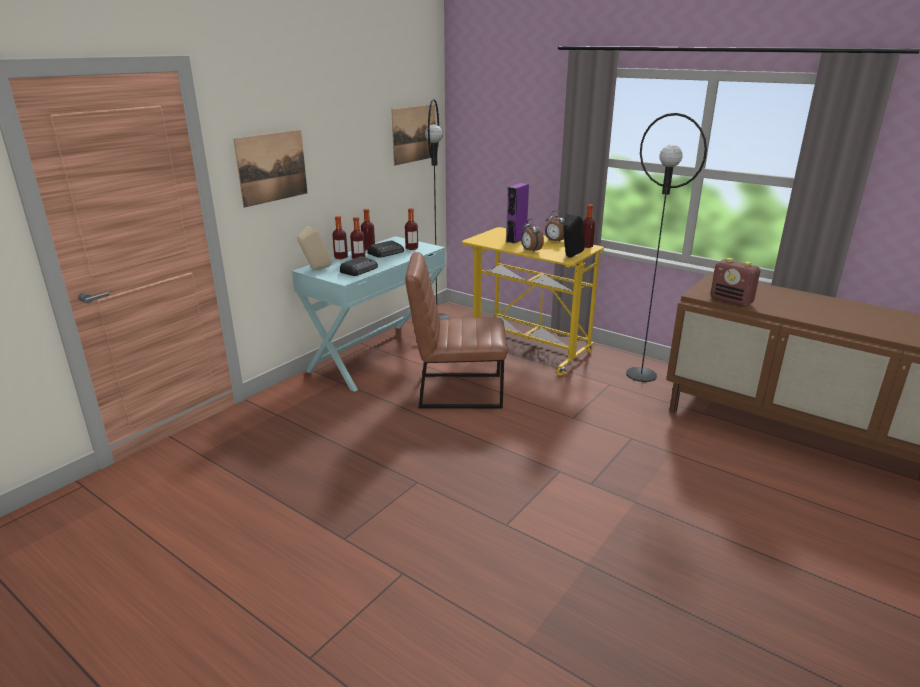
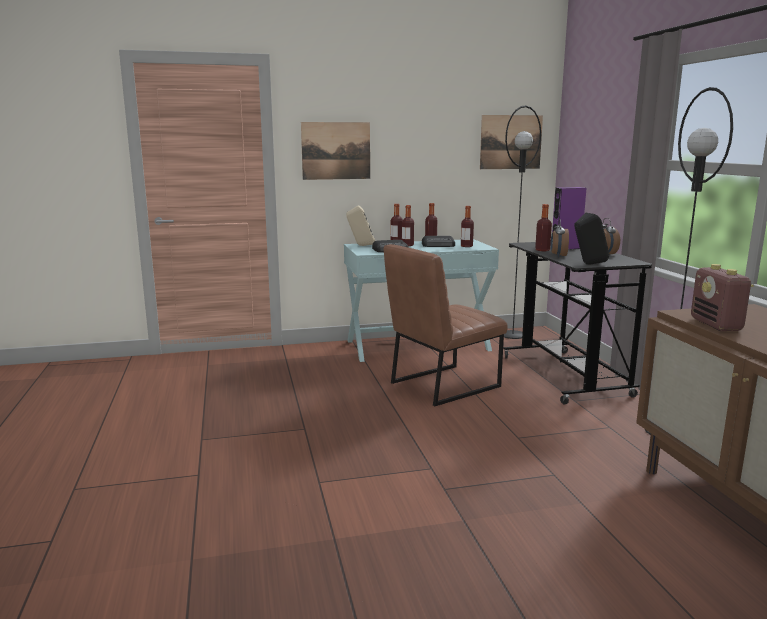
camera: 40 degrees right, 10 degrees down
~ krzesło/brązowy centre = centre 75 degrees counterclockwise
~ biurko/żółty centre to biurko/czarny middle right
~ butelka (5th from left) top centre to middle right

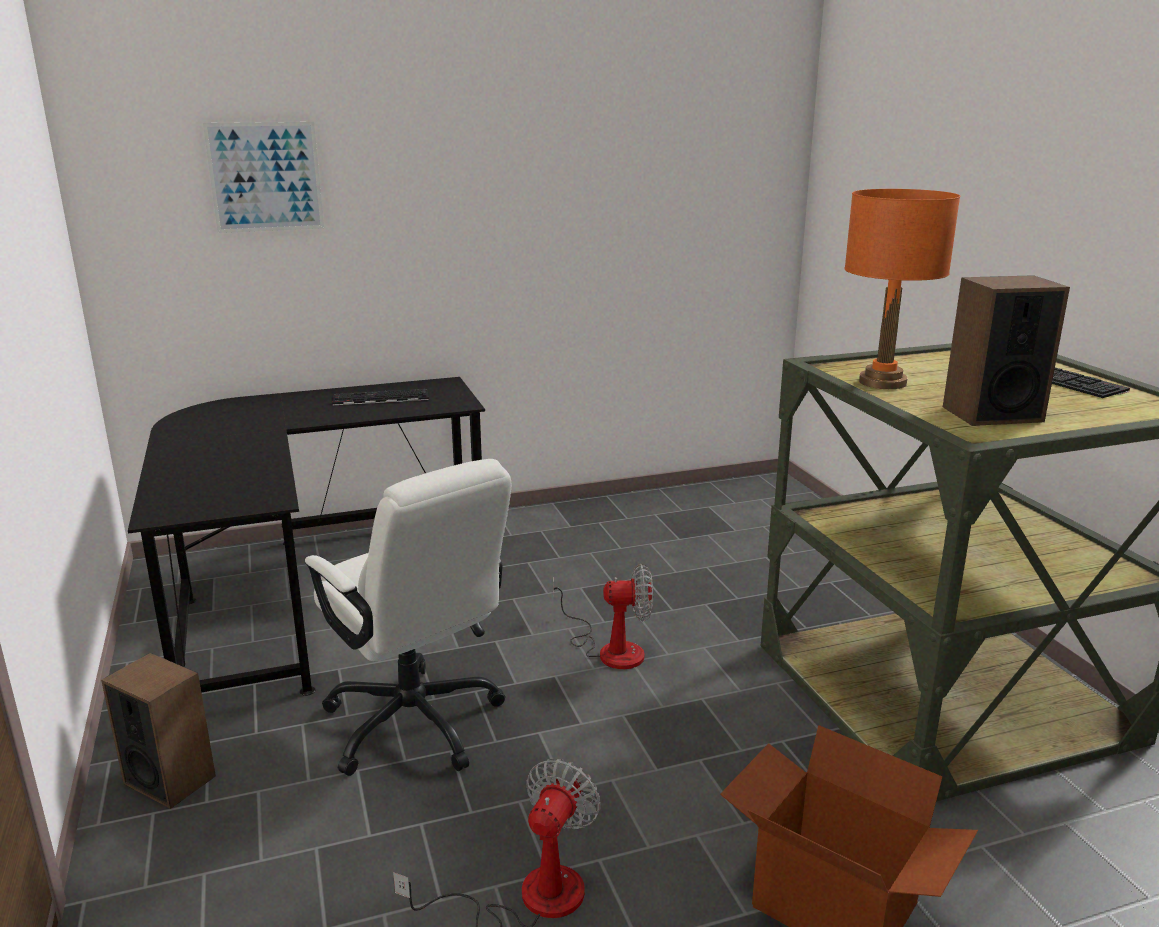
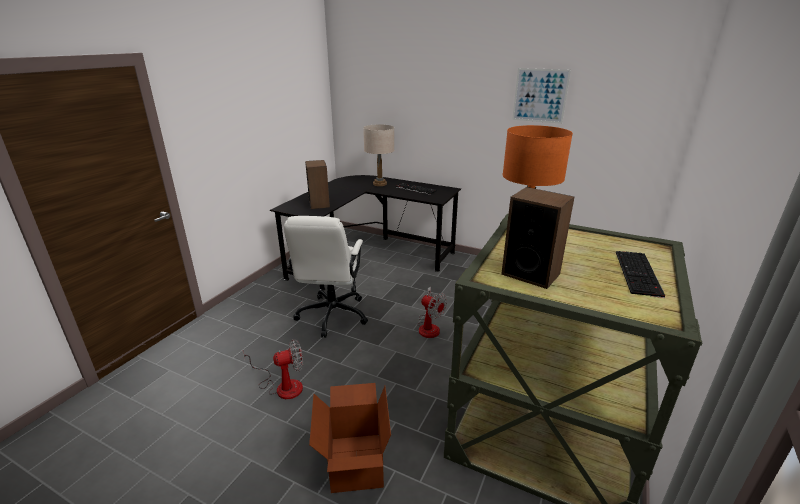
camera: 45 degrees right, 5 degrees up
~ głośnik (1st from left) bottom left to centre
+ lampa stołowa/beżowy top centre
~ obraz top left to top right

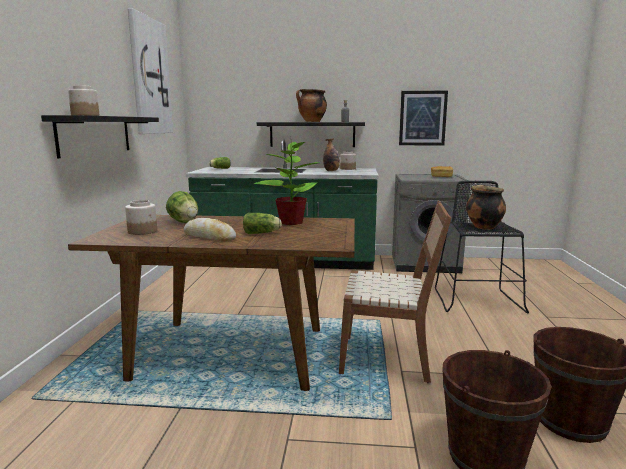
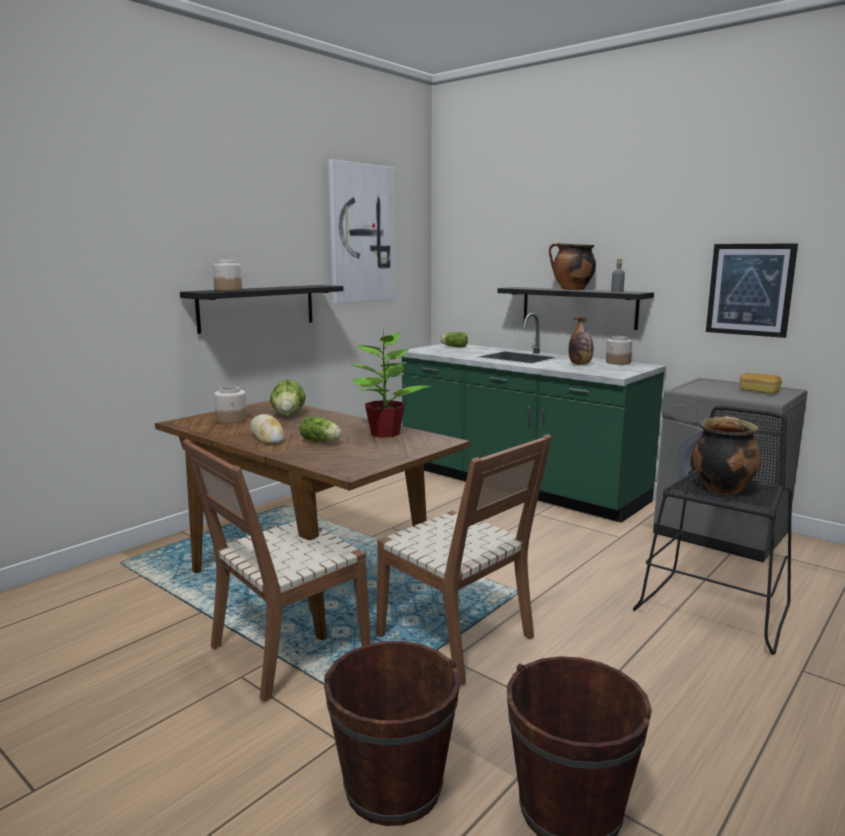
camera: 35 degrees right, 0 degrees up
+ krzesło (1st from left) bottom left

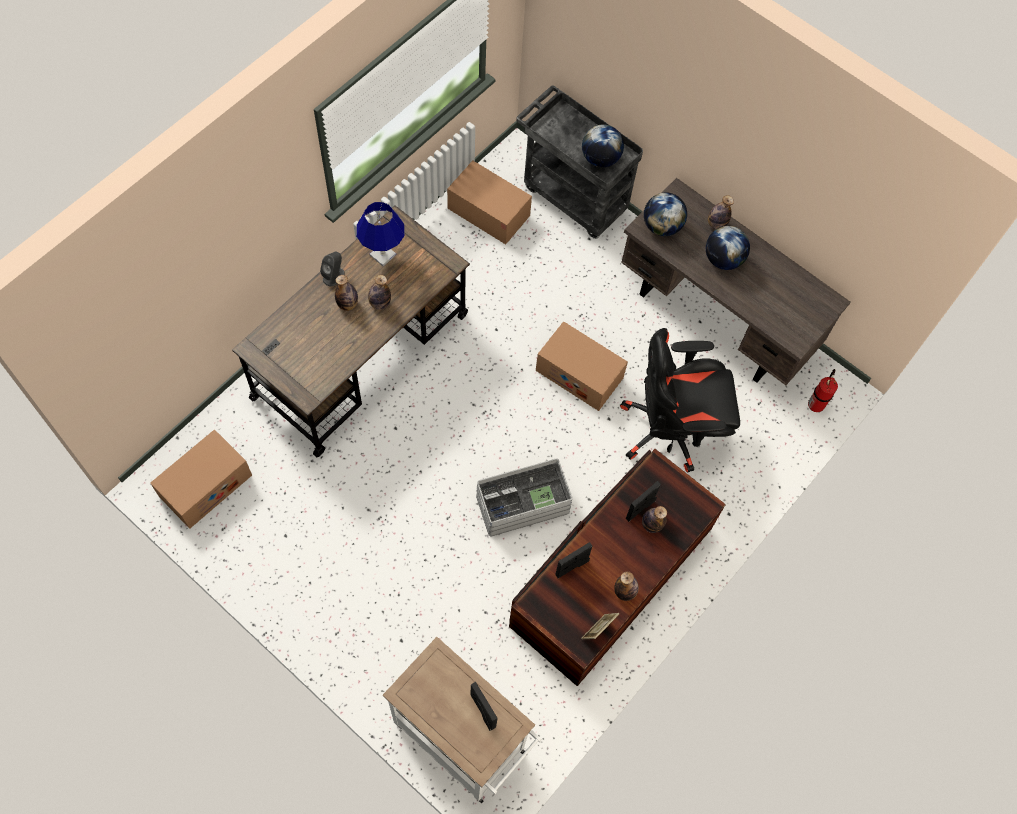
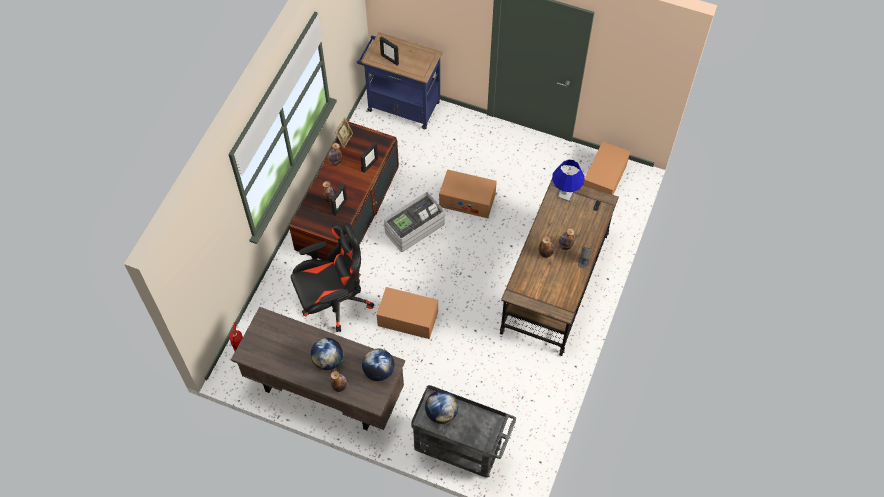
camera: 165 degrees right, 5 degrees down
~ wózek/biały bottom centre to wózek/niebieski top centre
~ karton (2nd from left) top centre to centre
~ lampa stołowa/niebieski top centre to centre

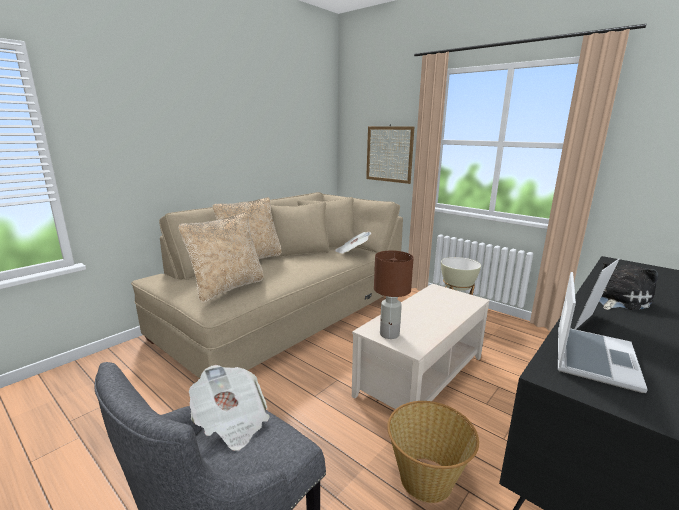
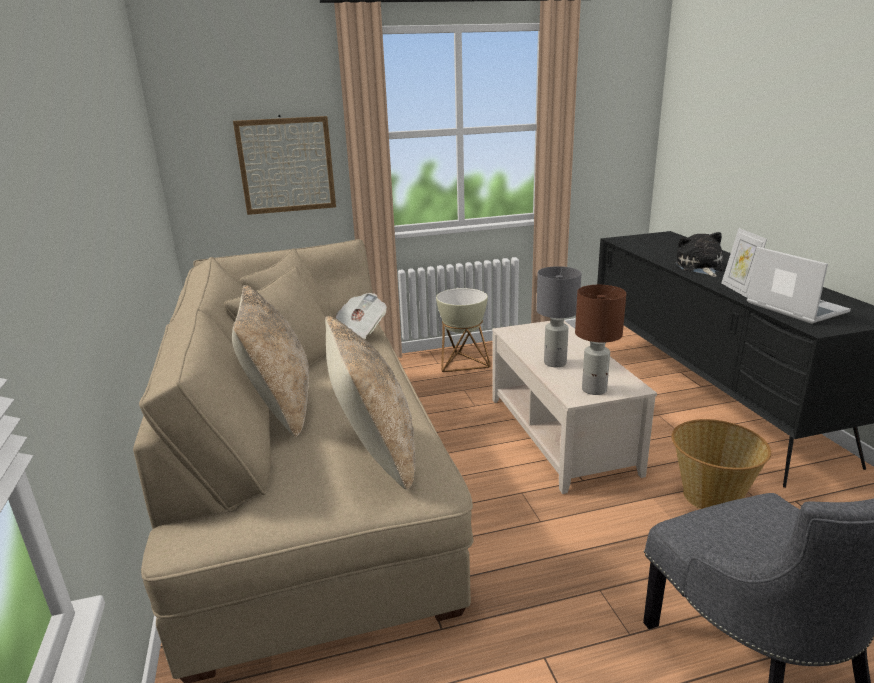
camera: 55 degrees left, 5 degrees up
+ lampa stołowa/szary centre
- gazeta (1st from left) bottom centre

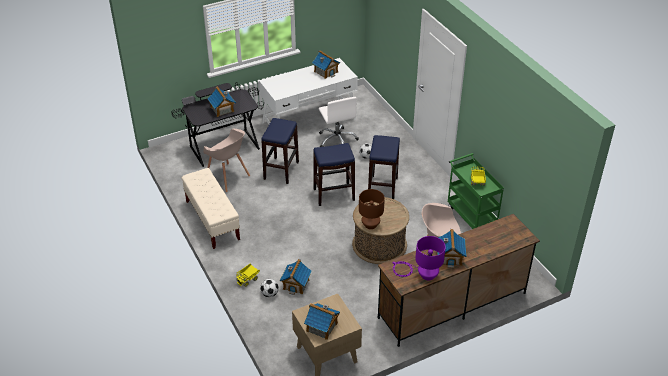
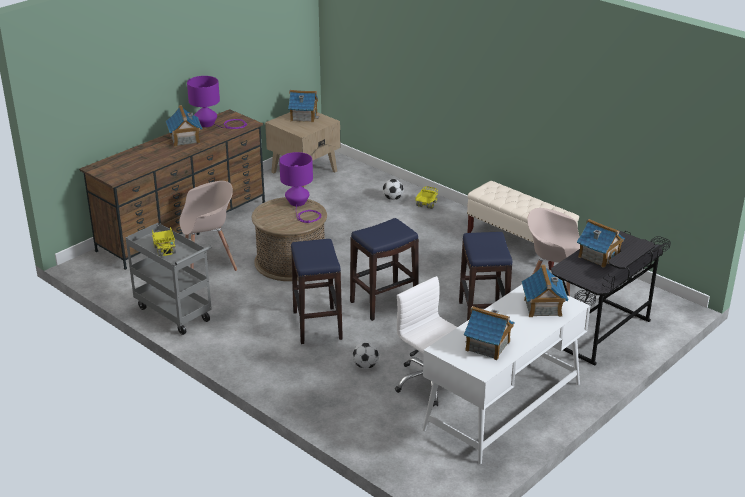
camera: 160 degrees right, 10 degrees down
~ wózek/zielony middle right to wózek/szary middle left
~ lampa stołowa/brązowy centre to lampa stołowa/fioletowy (2nd from left) centre
~ domek (2nd from left in the first image) bottom centre to domek (4th from left) middle right

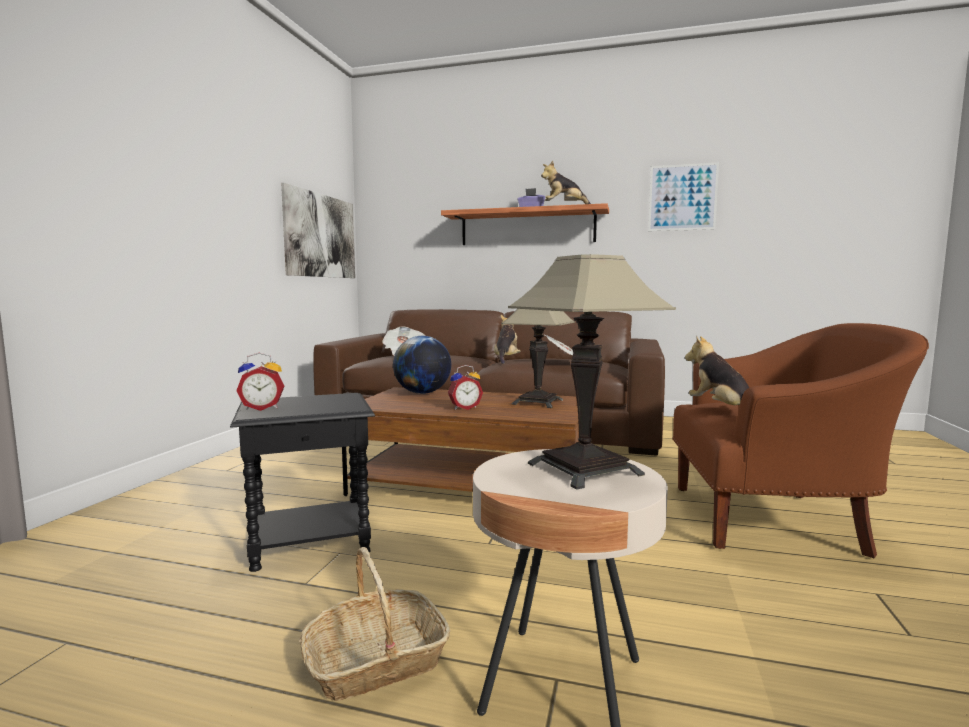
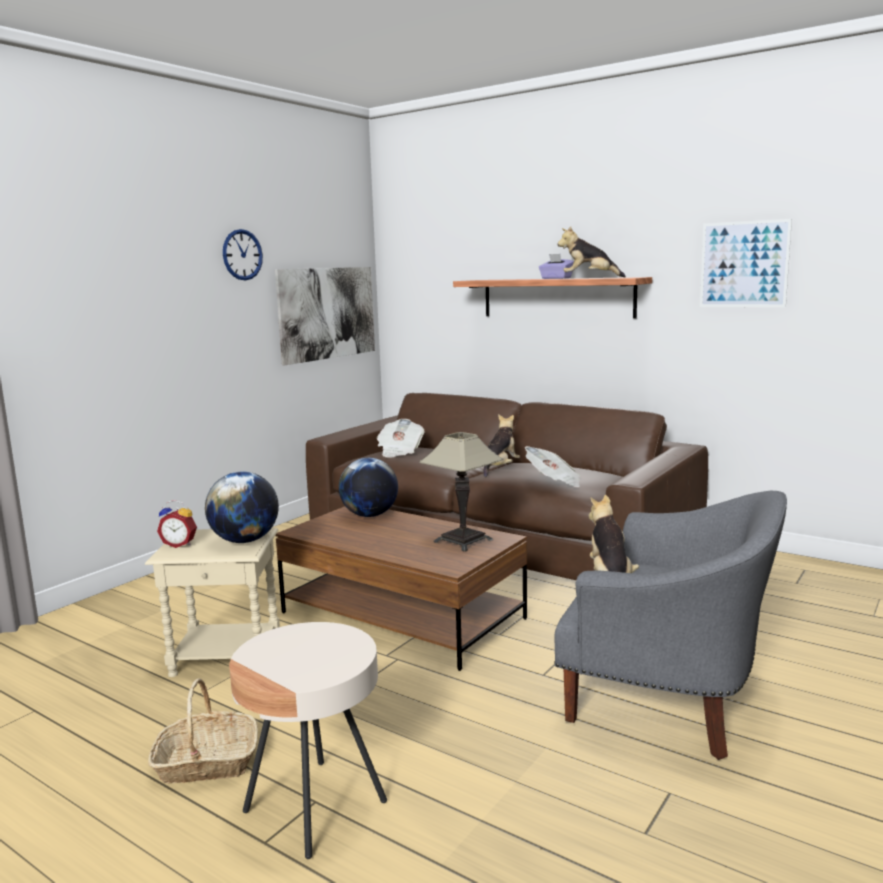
camera: 20 degrees right, 5 degrees up
~ stolik/czarny middle left to stolik/beżowy (1st from left) bottom left
+ globus (1st from left) middle left
+ zegar ścienny top left
~ fotel/brązowy middle right to fotel/szary bottom right
- budzik (2nd from left) centre
- lampa stołowa (2nd from left) centre

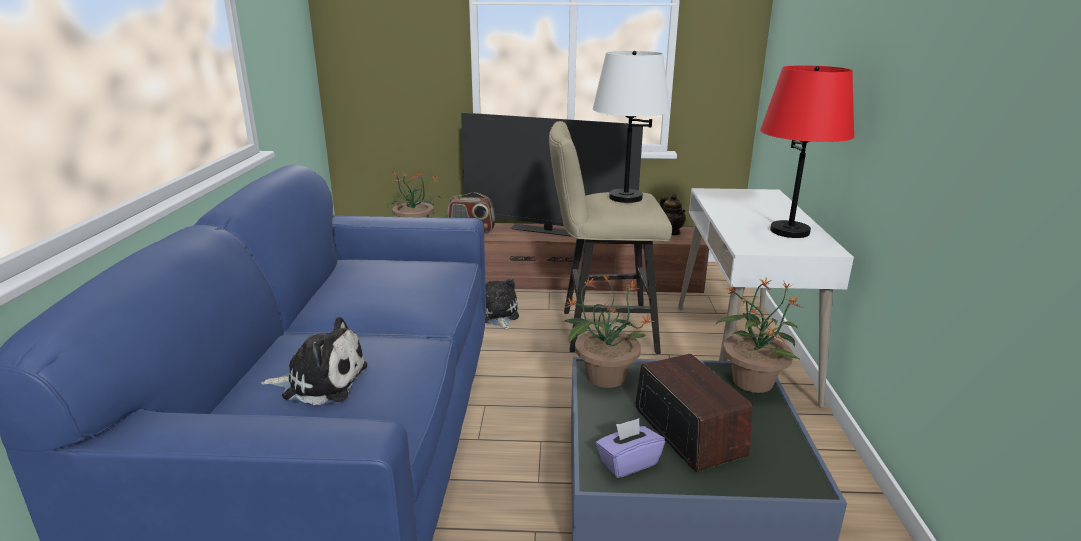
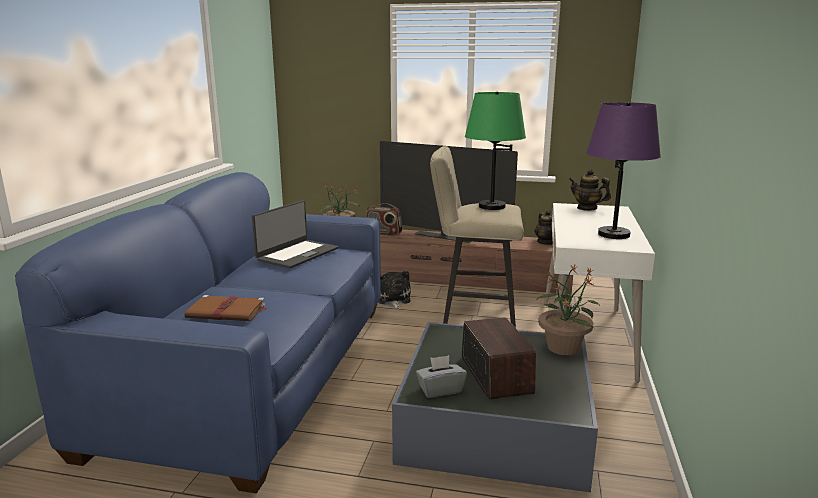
camera: 10 degrees right, 5 degrees down
~ pluszak (1st from left) bottom left to książka/brązowy middle left
+ laptop centre
~ pudełko chusteczek/fioletowy bottom centre to pudełko chusteczek/szary bottom centre
~ lampa stołowa/biały top centre to lampa stołowa/zielony top centre
+ imbryk (2nd from left) middle right
~ lampa stołowa/czerwony top right to lampa stołowa/fioletowy middle right
- roślina doniczkowa (2nd from left) centre

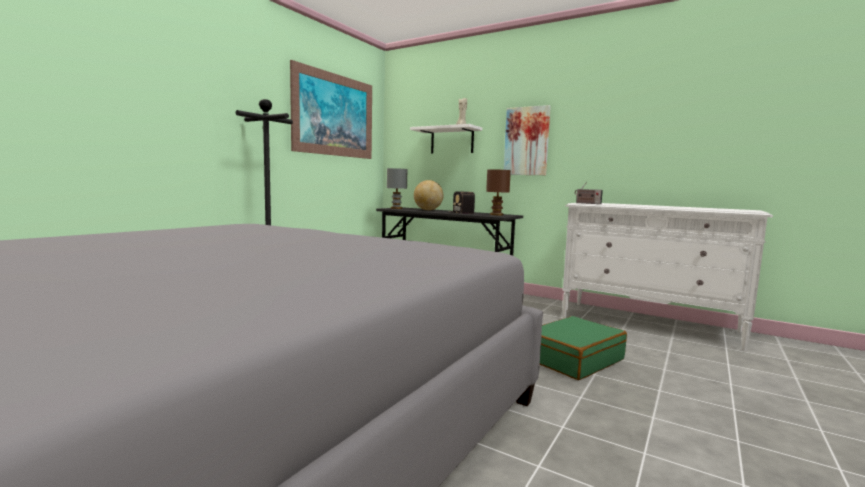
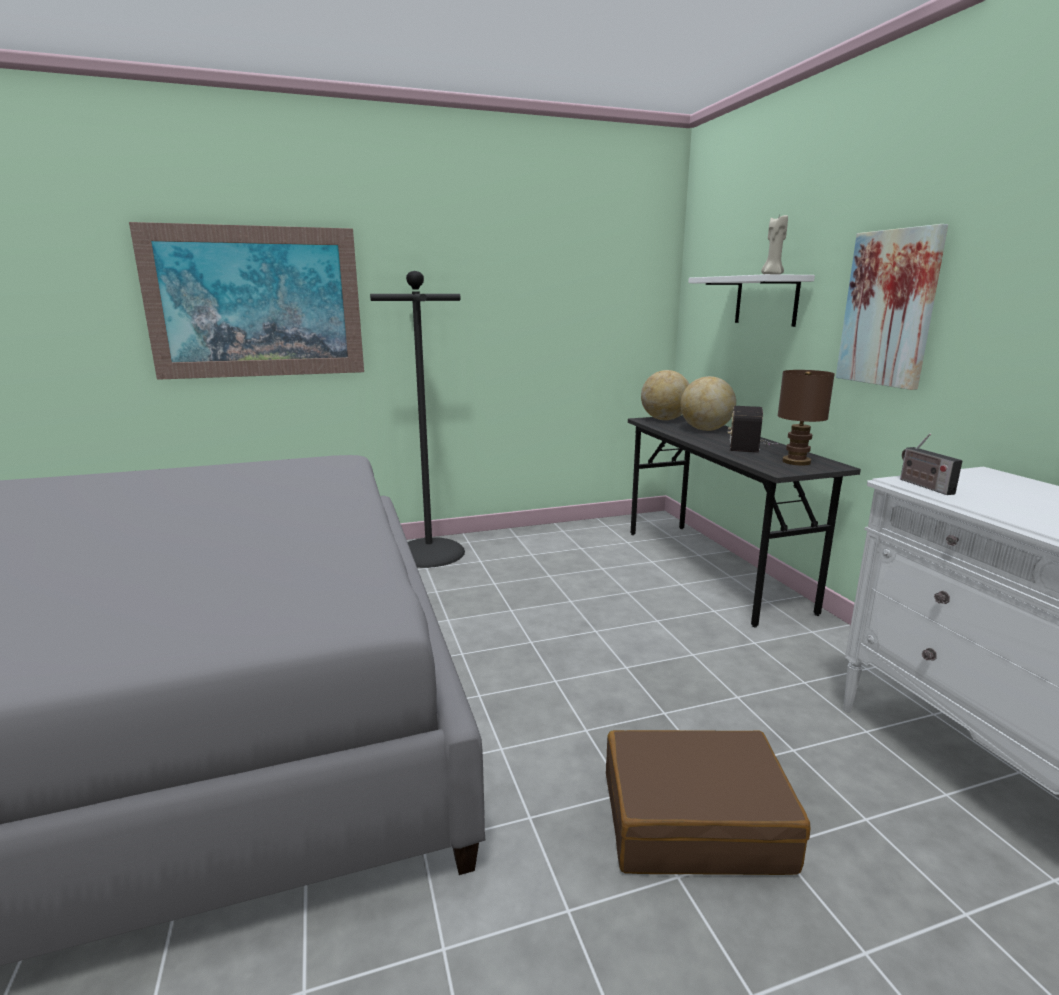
camera: 40 degrees right, 10 degrees up
~ obraz (1st from left) top centre to top left
~ walizka/zielony bottom right to walizka/brązowy bottom right
~ lampa stołowa/szary centre to globus (1st from left) centre

